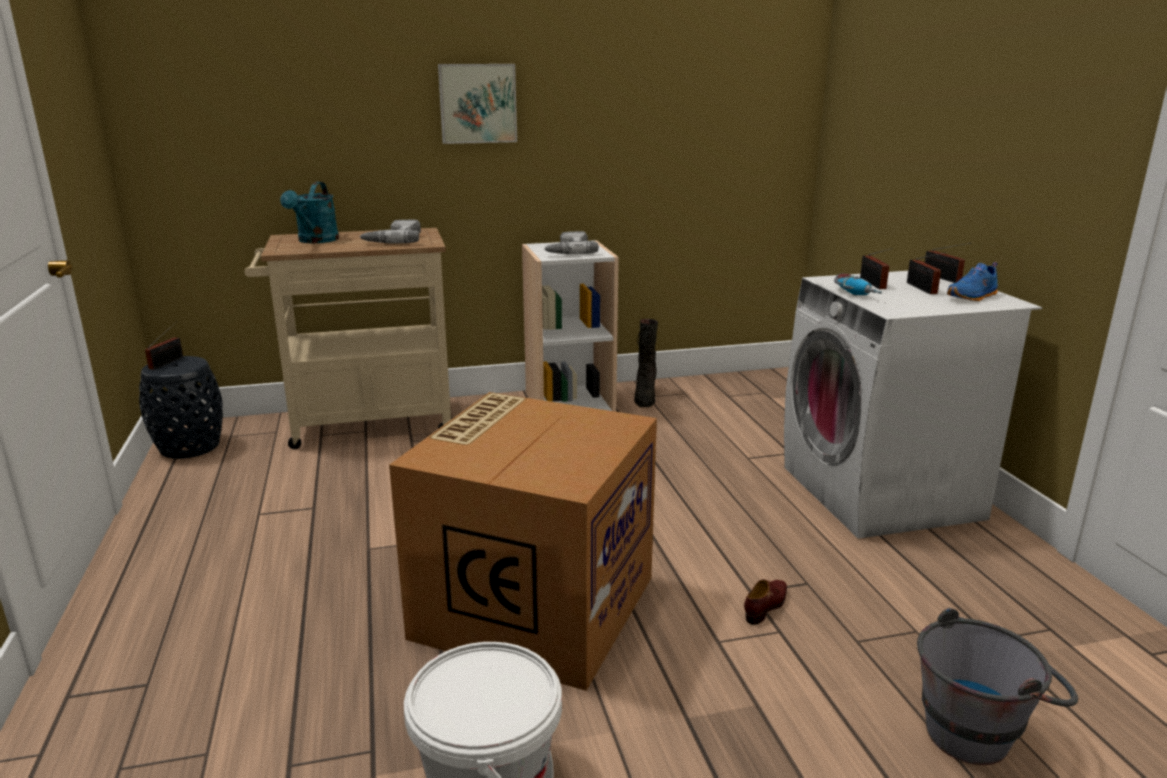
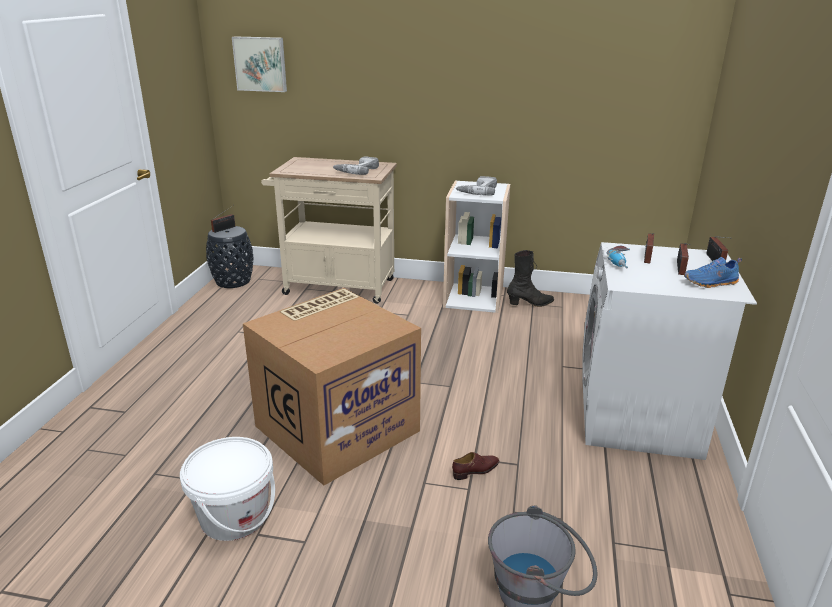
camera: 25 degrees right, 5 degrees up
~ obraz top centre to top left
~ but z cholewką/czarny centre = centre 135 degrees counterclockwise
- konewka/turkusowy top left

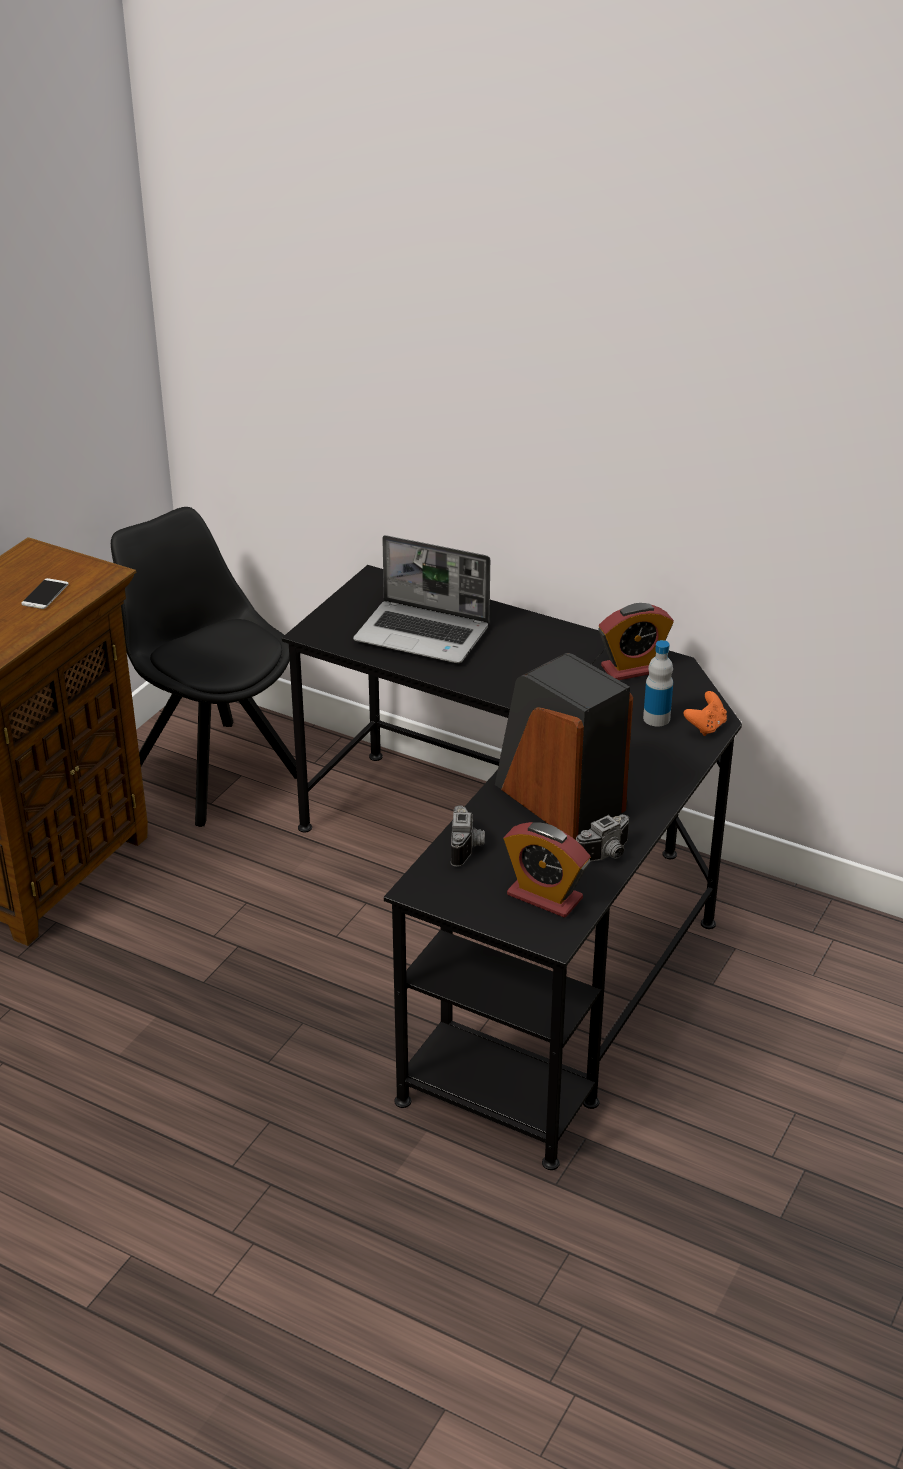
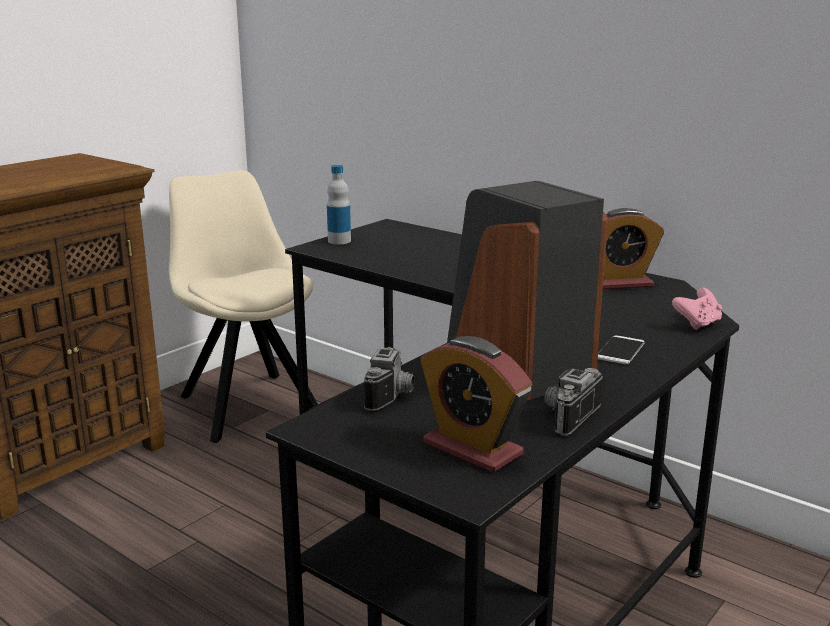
camera: 10 degrees right, 15 degrees down
~ krzesło/czarny middle left to krzesło/beżowy middle left
~ butelka middle right to top centre
~ aparat fotograficzny (2nd from left) middle right = middle right 150 degrees clockwise
~ telefon middle left to middle right
~ pad do gier/pomarańczowy middle right to pad do gier/różowy middle right
- laptop centre

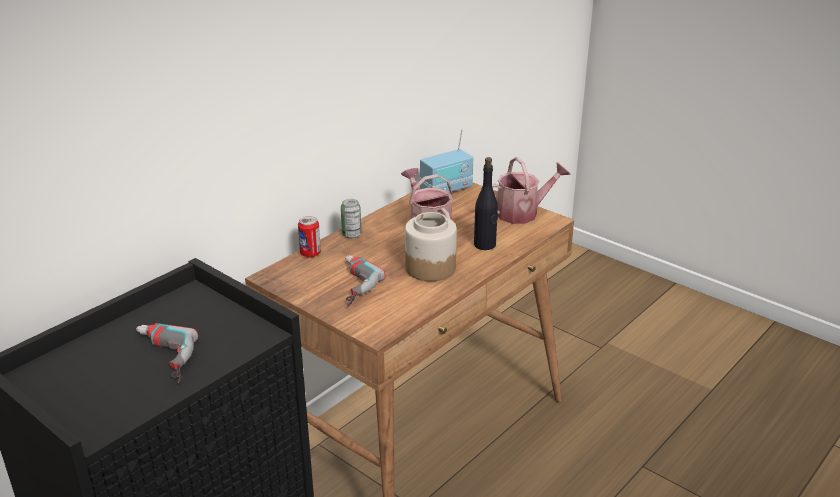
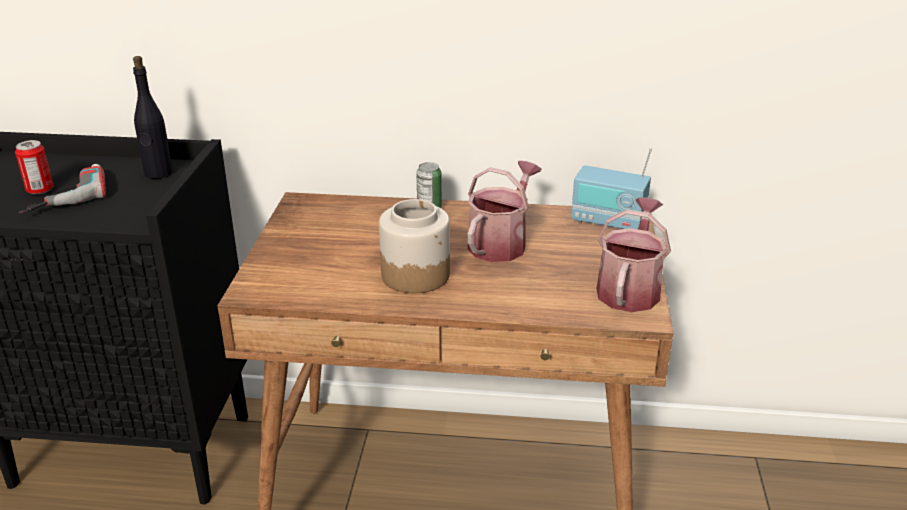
camera: 55 degrees right, 0 degrees up
~ puszka (1st from left) centre to top left
~ butelka/czarny centre to top left
~ konewka (2nd from left) centre = middle right 105 degrees counterclockwise
- wiertarka (2nd from left) centre

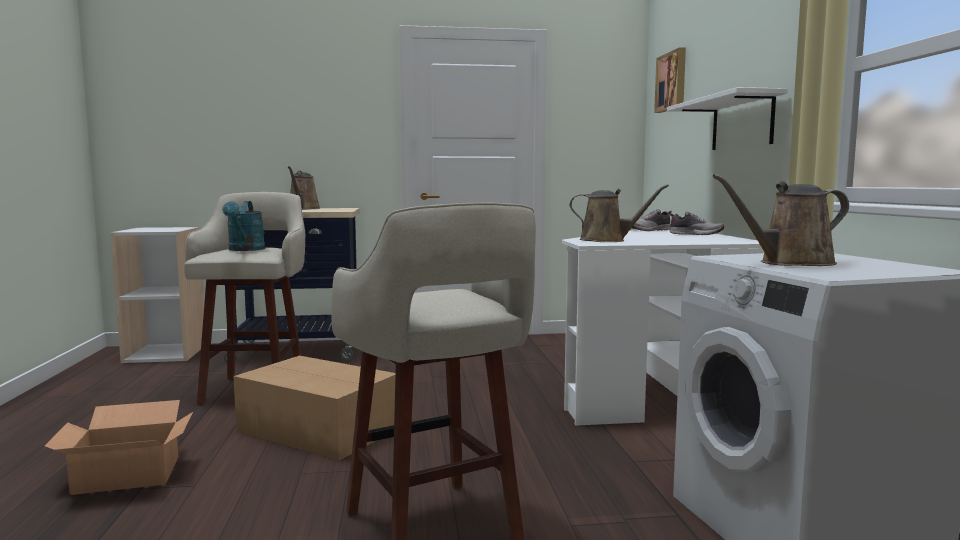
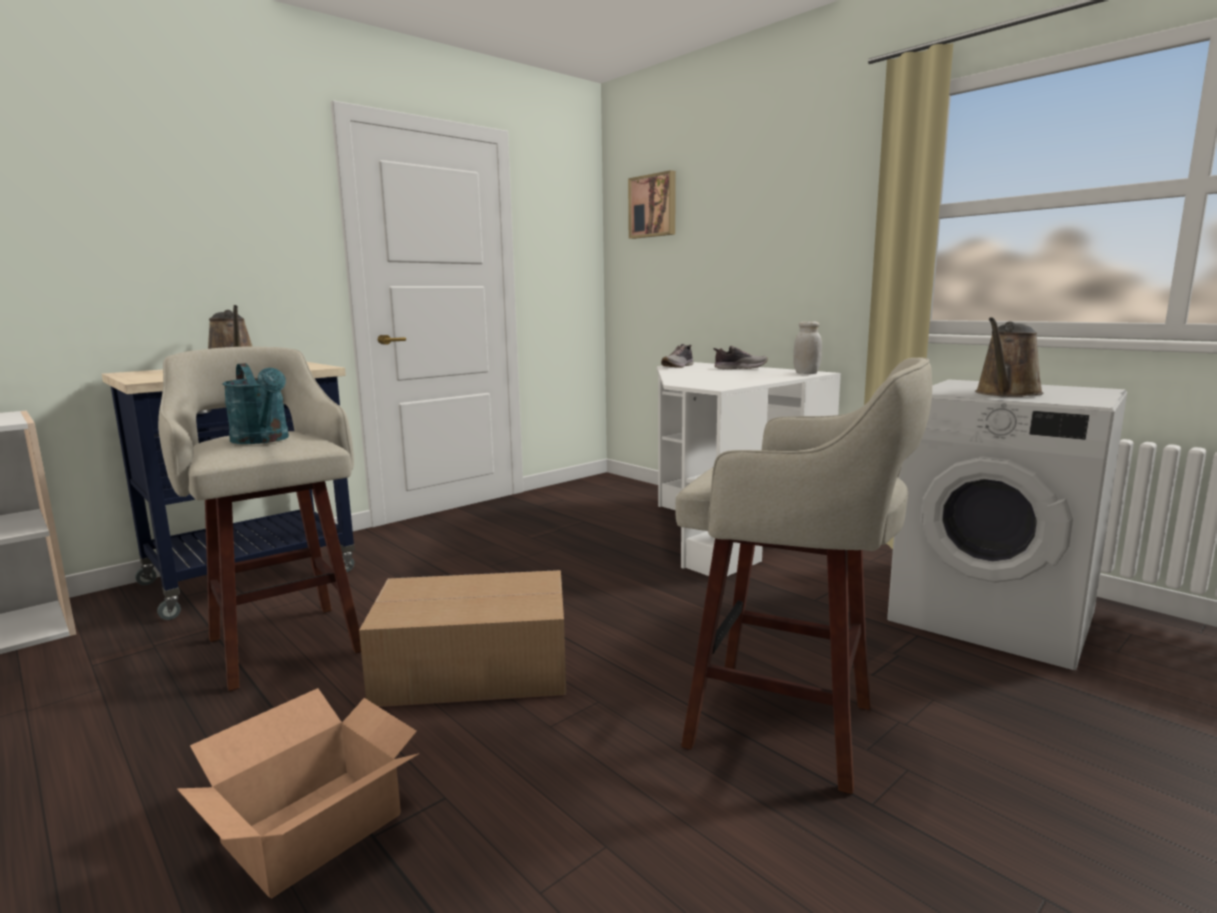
camera: 35 degrees left, 5 degrees up
+ słoik/biały centre
- konewka/brązowy (2nd from left) centre
- półka/biały top right

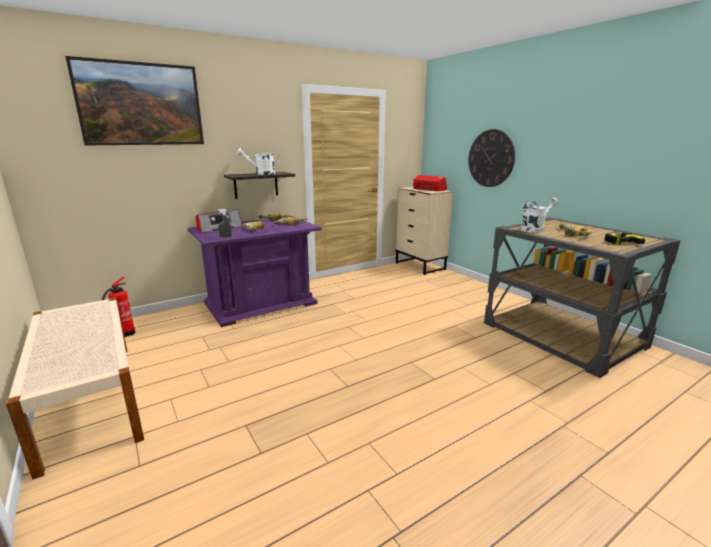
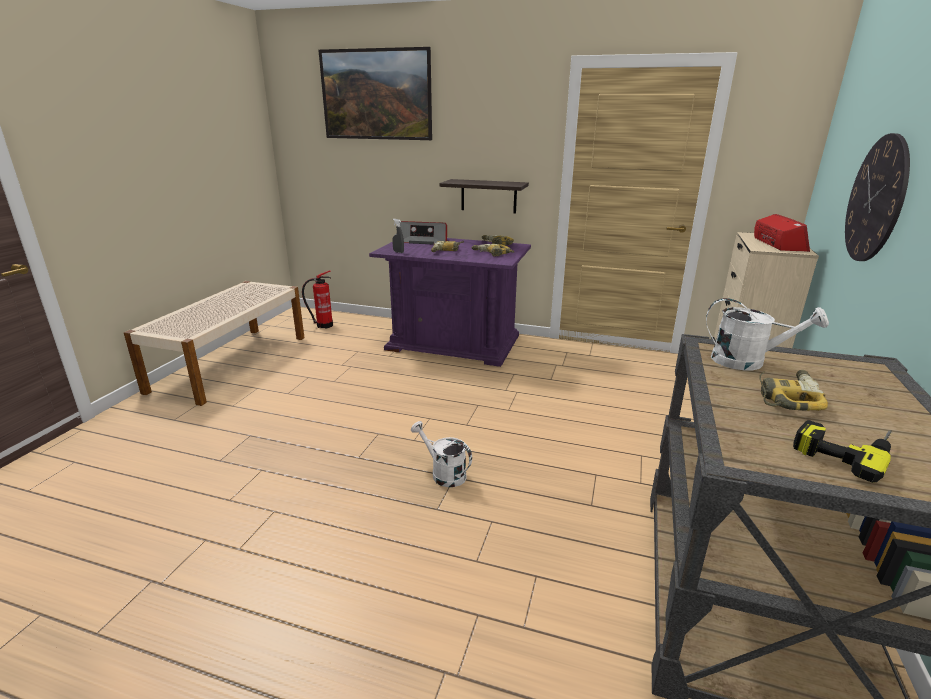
camera: 50 degrees right, 5 degrees up
~ konewka/biały (1st from left) top centre to centre

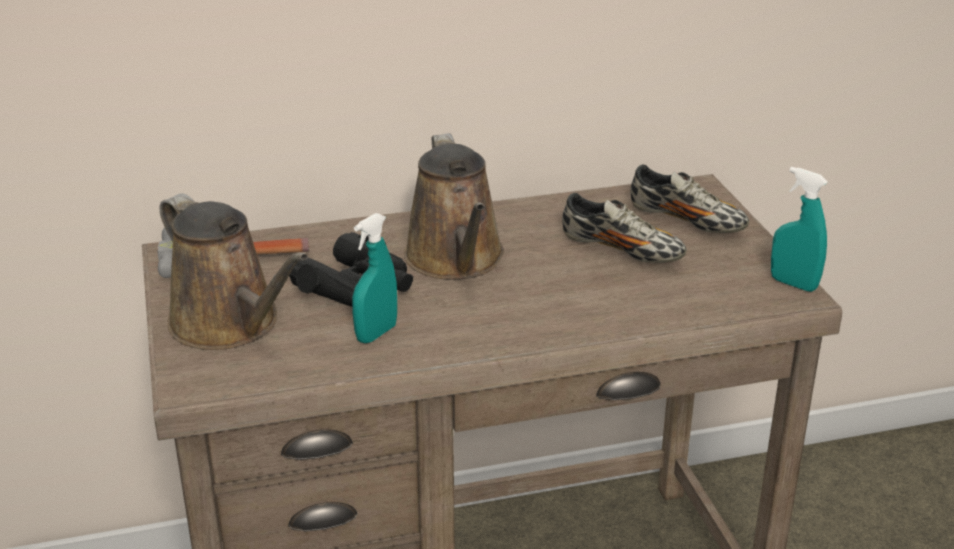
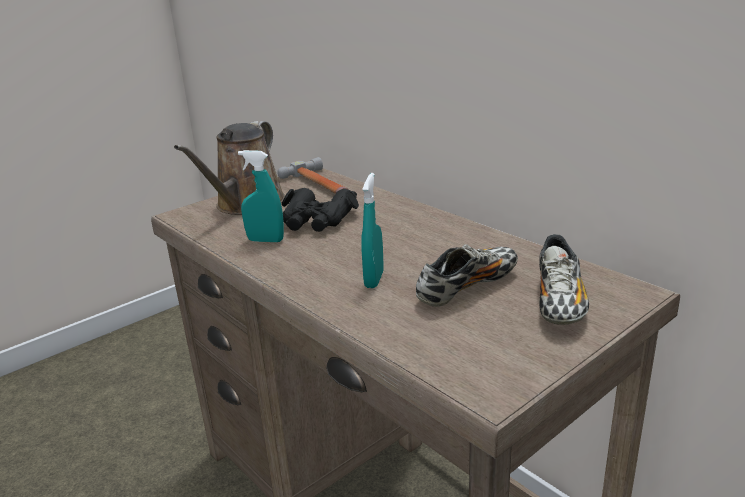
camera: 65 degrees right, 5 degrees down
~ spryskiwacz/turkusowy (2nd from left) middle right to centre
~ but (1st from left) centre = centre 135 degrees counterclockwise
- konewka/brązowy (2nd from left) centre

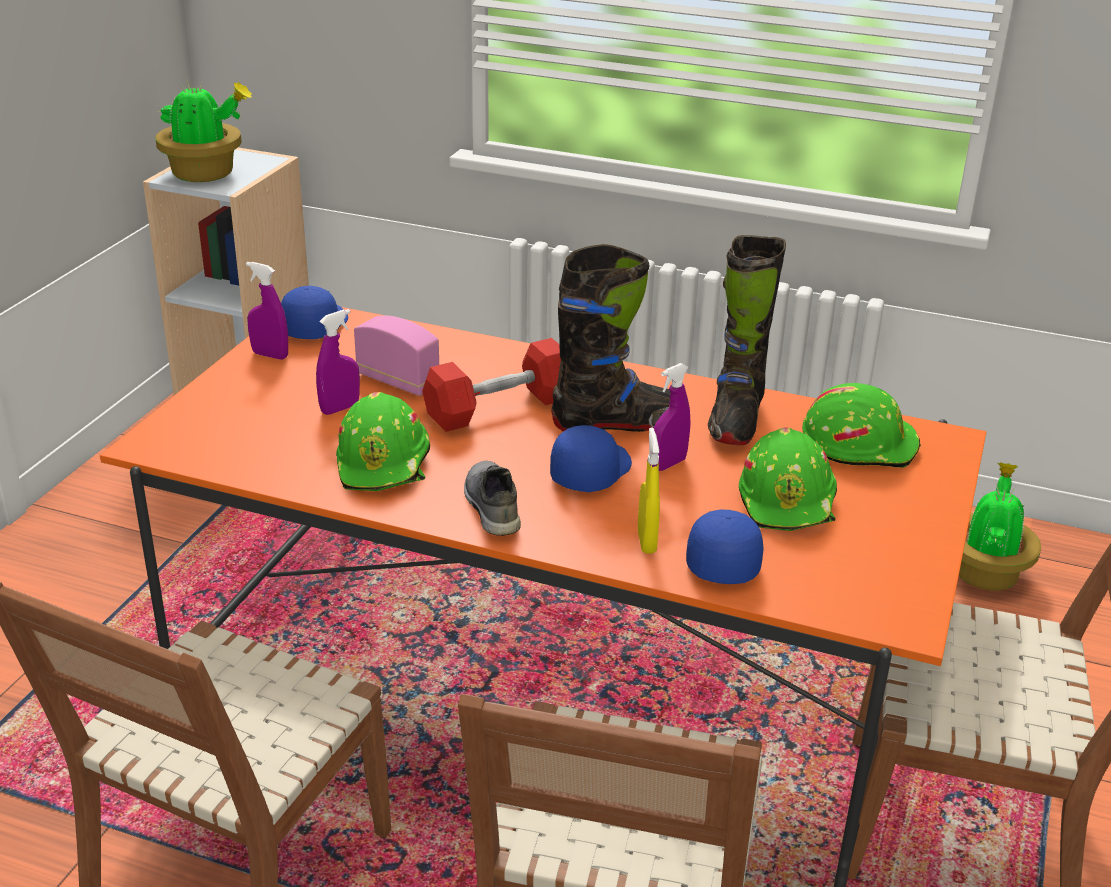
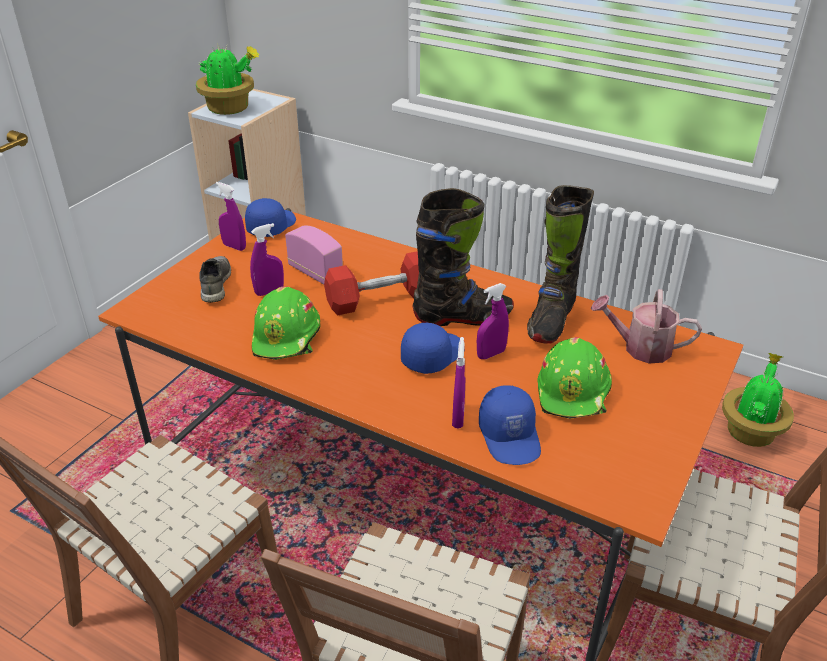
camera: 10 degrees right, 5 degrees up
~ but/szary centre to middle left
~ spryskiwacz/żółty centre to spryskiwacz/fioletowy (3rd from left) centre
~ czapka z daszkiem/niebieski (3rd from left) centre = centre 150 degrees clockwise
~ kask/zielony (3rd from left) middle right to konewka middle right

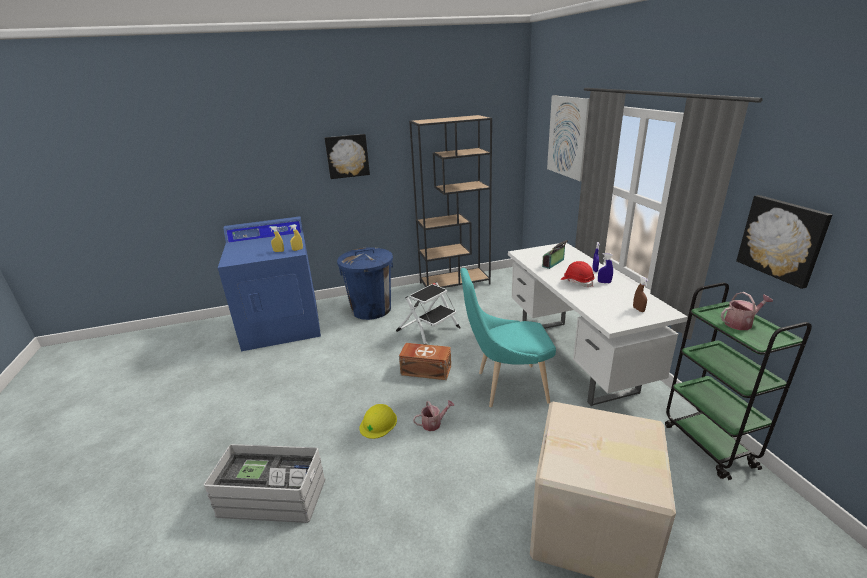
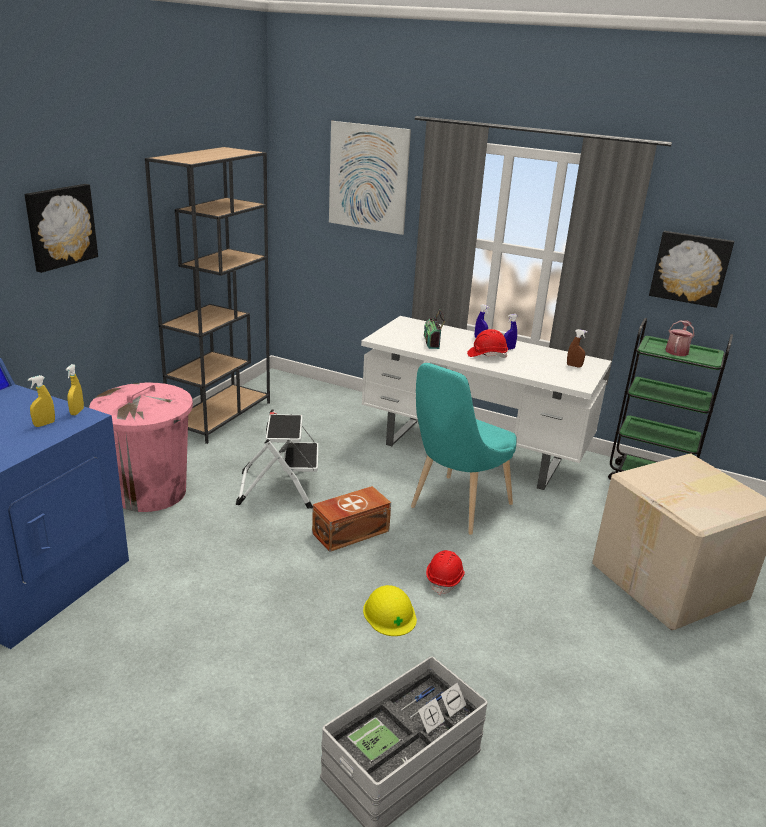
camera: 50 degrees left, 0 degrees up
~ kosz na śmieci/niebieski centre to kosz na śmieci/różowy middle left
~ konewka (1st from left) bottom centre to kask/czerwony (1st from left) bottom centre

